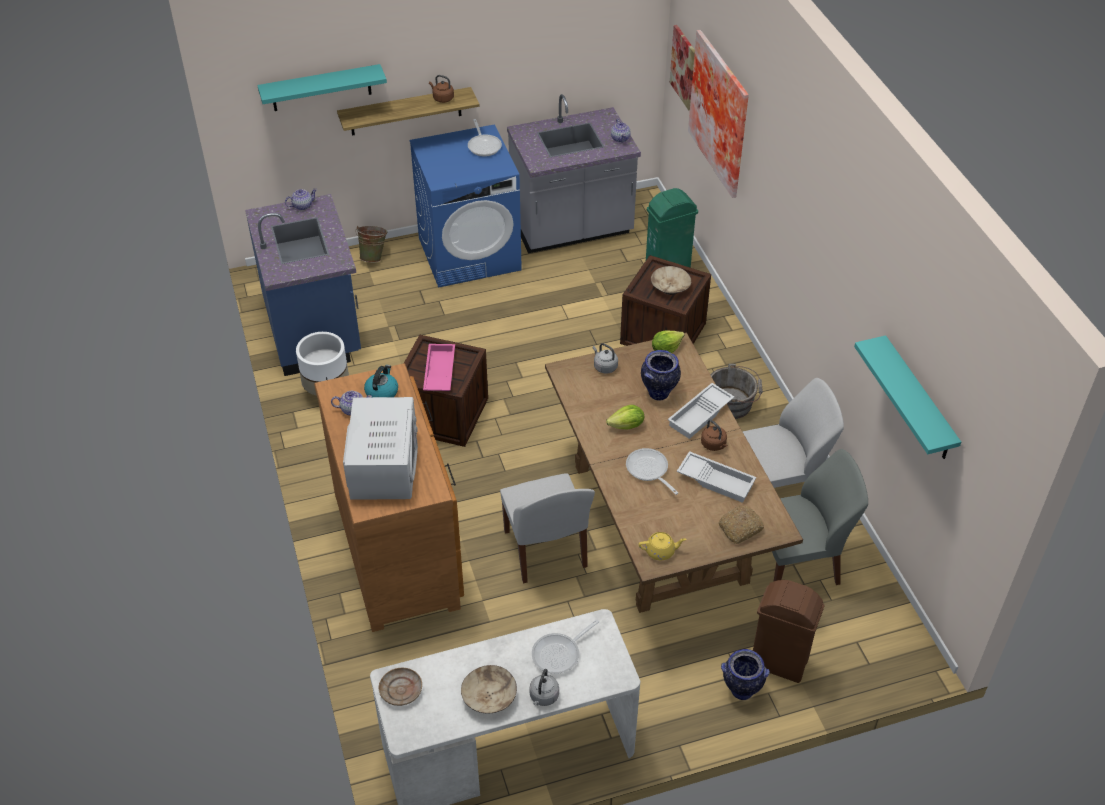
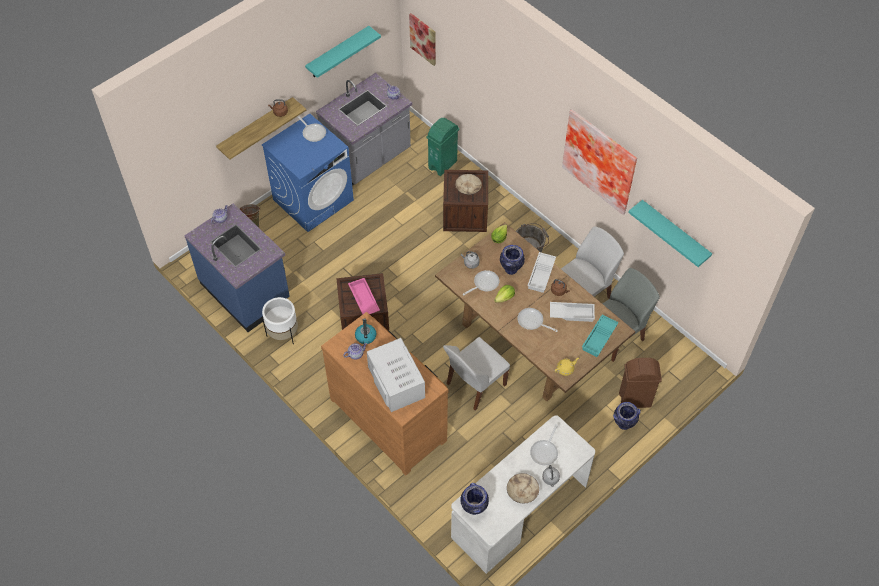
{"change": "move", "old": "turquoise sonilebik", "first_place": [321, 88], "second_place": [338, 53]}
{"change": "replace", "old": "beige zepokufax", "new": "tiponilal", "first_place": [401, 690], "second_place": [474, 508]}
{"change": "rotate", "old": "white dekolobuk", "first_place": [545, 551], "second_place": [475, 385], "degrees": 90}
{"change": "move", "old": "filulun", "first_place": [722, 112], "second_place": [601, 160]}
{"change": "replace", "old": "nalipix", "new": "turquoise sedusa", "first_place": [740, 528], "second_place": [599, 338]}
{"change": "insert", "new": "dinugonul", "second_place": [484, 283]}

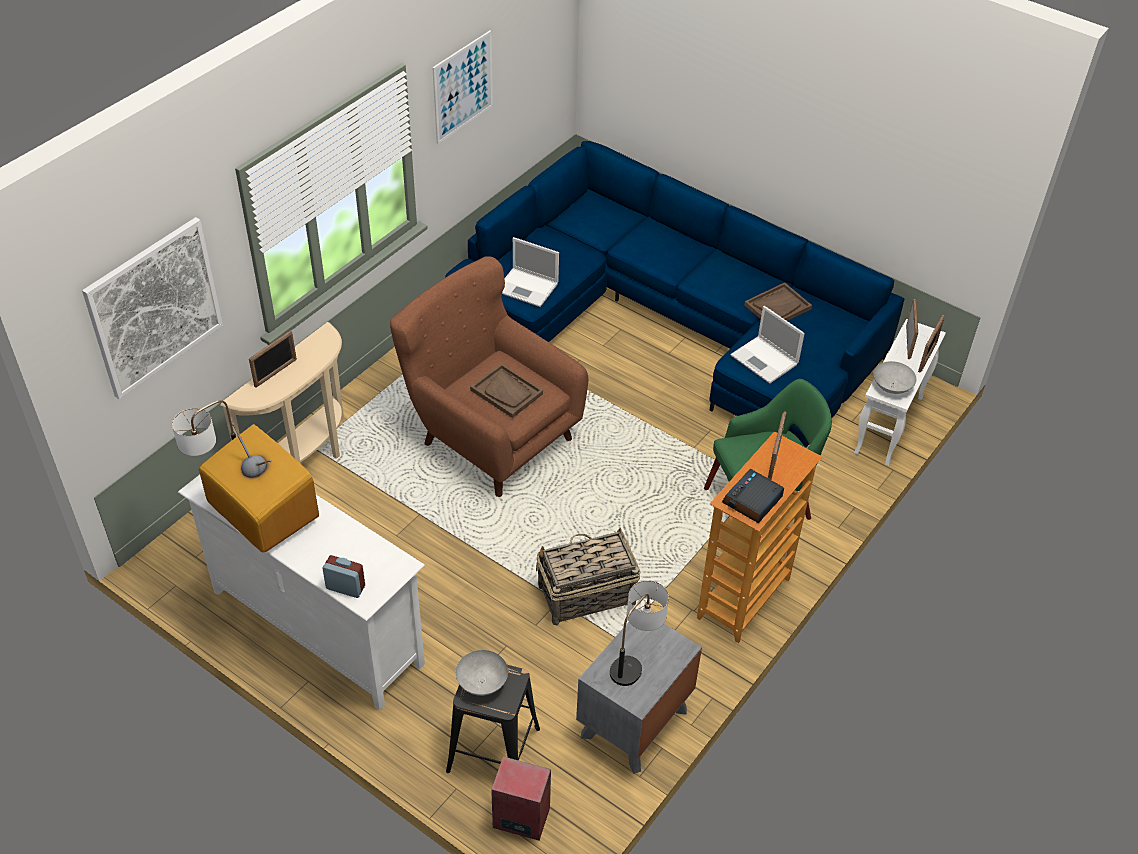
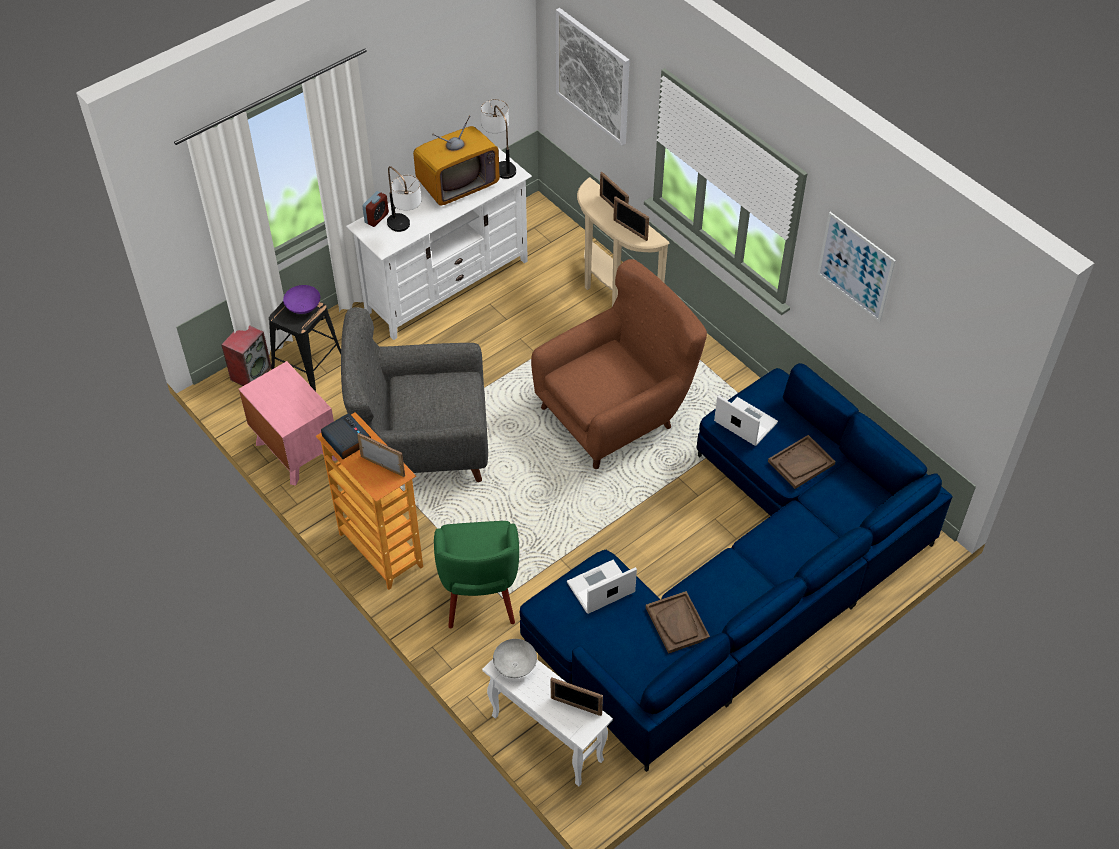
{"change": "recolor", "old": "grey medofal", "new": "purple medofal", "first_place": [483, 682], "second_place": [303, 308]}
{"change": "move", "old": "brown sedusa", "first_place": [507, 392], "second_place": [801, 463]}
{"change": "rotate", "old": "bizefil", "first_place": [528, 287], "second_place": [744, 422], "degrees": 90}
{"change": "replace", "old": "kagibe", "new": "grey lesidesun", "first_place": [585, 595], "second_place": [421, 445]}
{"change": "recolor", "old": "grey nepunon", "new": "pink nepunon", "first_place": [634, 723], "second_place": [295, 450]}
{"change": "move", "old": "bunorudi", "first_place": [635, 660], "second_place": [405, 230]}
{"change": "move", "old": "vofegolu", "first_place": [927, 357], "second_place": [630, 230]}

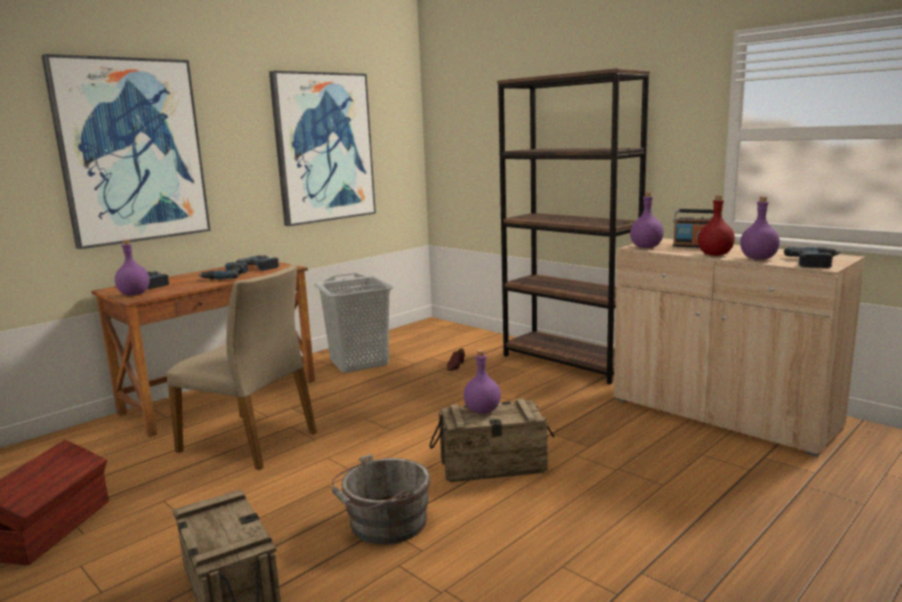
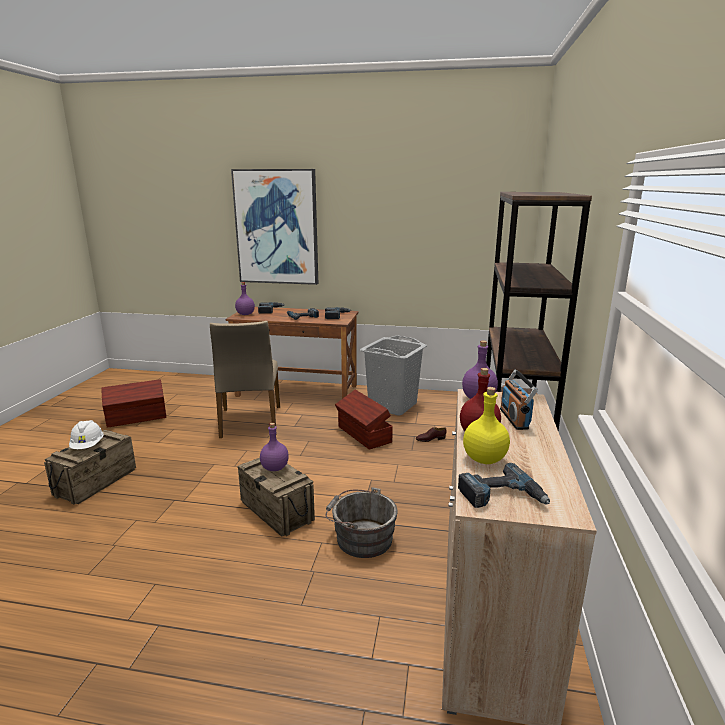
{"change": "delete", "old": "filulun", "first_place": [323, 147]}
{"change": "move", "old": "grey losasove", "first_place": [384, 524], "second_place": [361, 538]}
{"change": "recolor", "old": "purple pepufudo", "new": "yellow pepufudo", "first_place": [759, 258], "second_place": [485, 459]}
{"change": "insert", "new": "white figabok", "second_place": [88, 446]}
{"change": "insert", "new": "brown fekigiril", "second_place": [363, 434]}

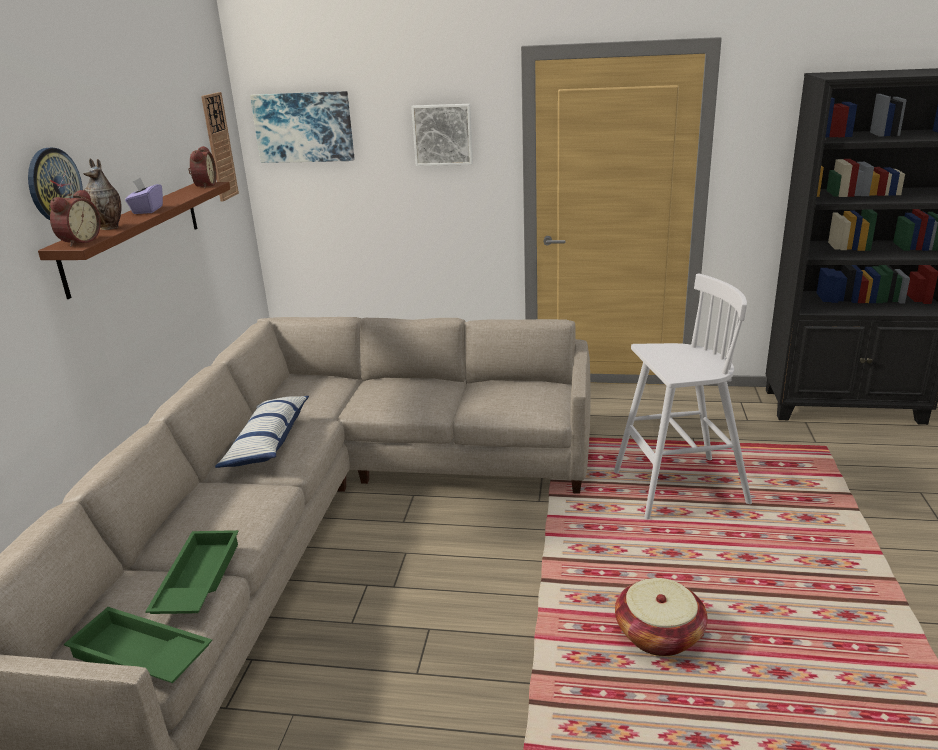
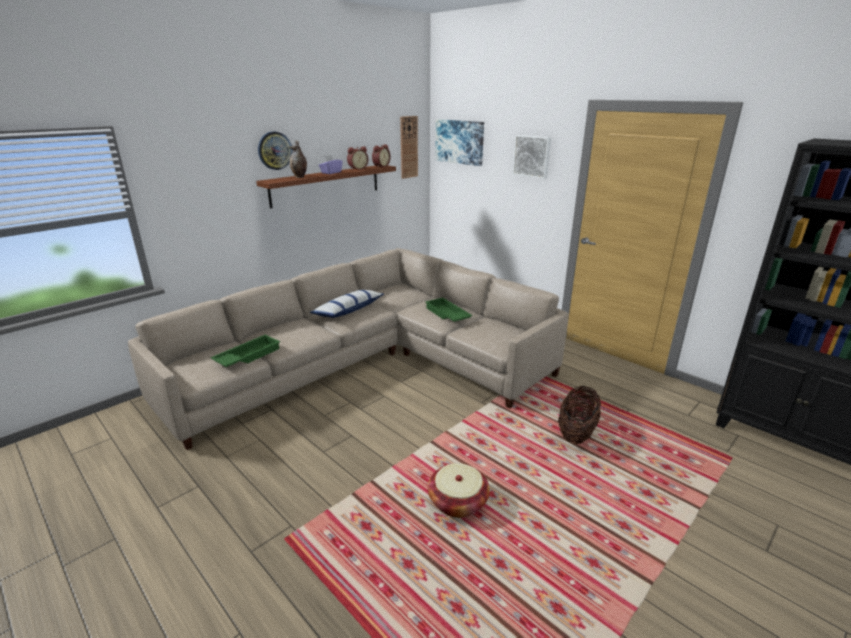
{"change": "move", "old": "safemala", "first_place": [79, 242], "second_place": [357, 169]}
{"change": "move", "old": "green sedusa", "first_place": [139, 657], "second_place": [446, 314]}
{"change": "replace", "old": "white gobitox", "new": "kagibe", "first_place": [677, 488], "second_place": [576, 433]}

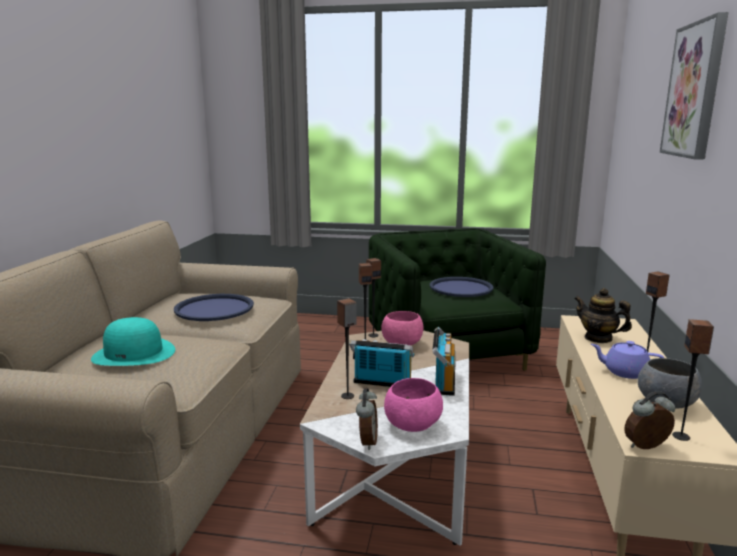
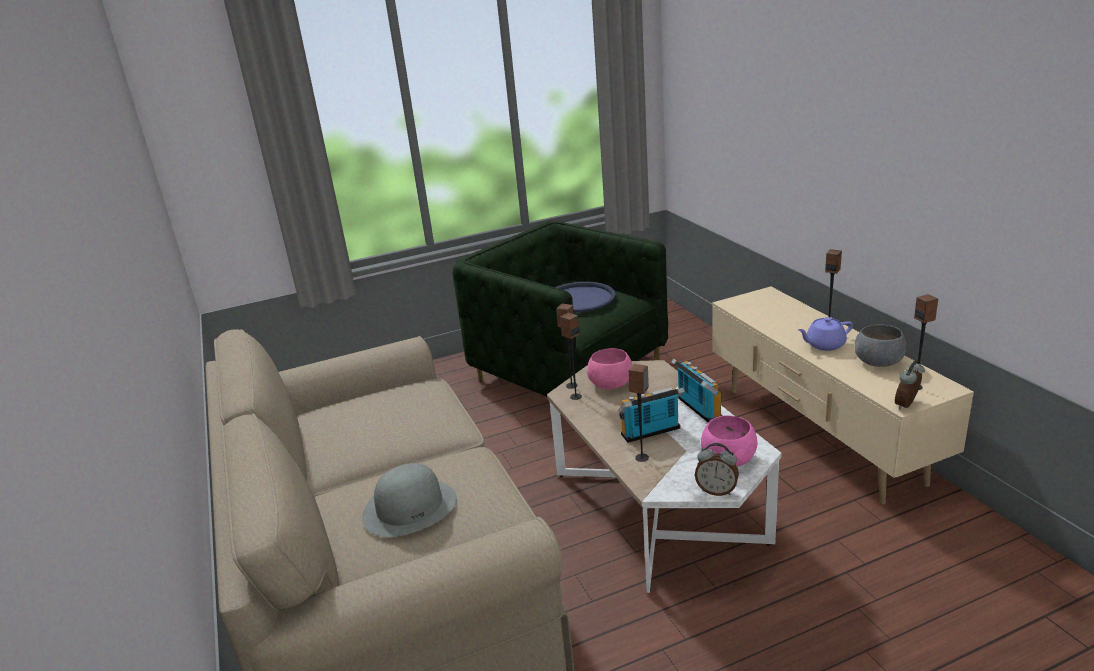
{"change": "recolor", "old": "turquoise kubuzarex", "new": "grey kubuzarex", "first_place": [134, 353], "second_place": [410, 507]}
{"change": "delete", "old": "blue sedusa", "first_place": [214, 308]}
{"change": "rotate", "old": "safemala", "first_place": [367, 442], "second_place": [716, 490], "degrees": 135}
{"change": "delete", "old": "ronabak", "first_place": [598, 338]}
{"change": "delete", "old": "filulun", "first_place": [694, 90]}

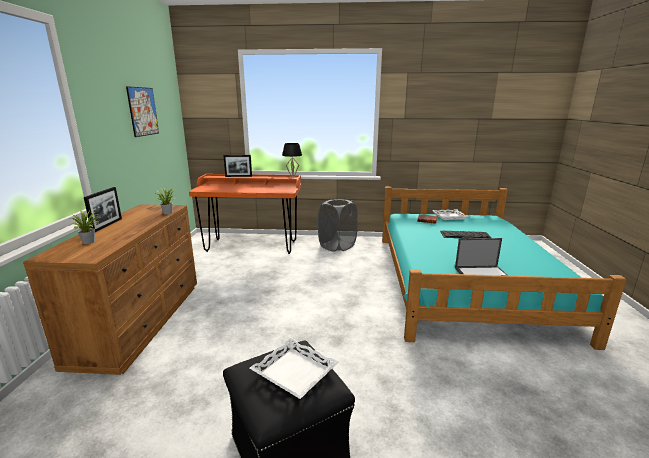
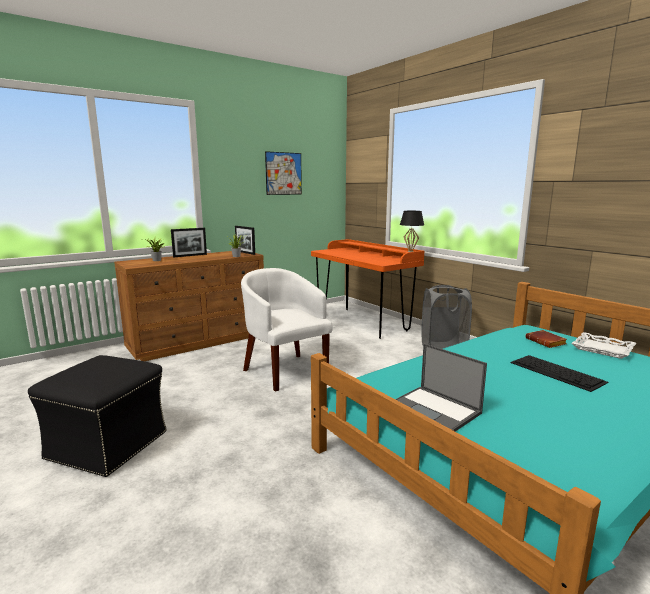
{"change": "move", "old": "vofegolu", "first_place": [238, 176], "second_place": [245, 252]}
{"change": "delete", "old": "white sedusa", "first_place": [294, 372]}
{"change": "insert", "new": "white lesidesun", "second_place": [284, 371]}

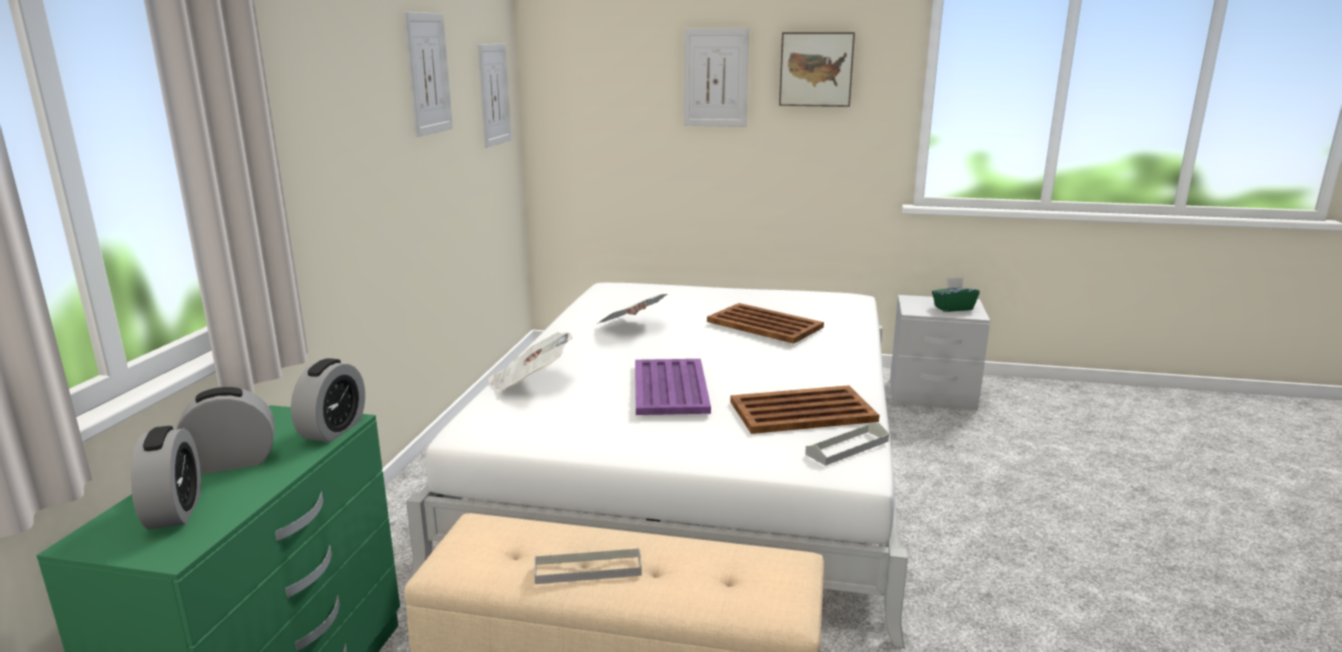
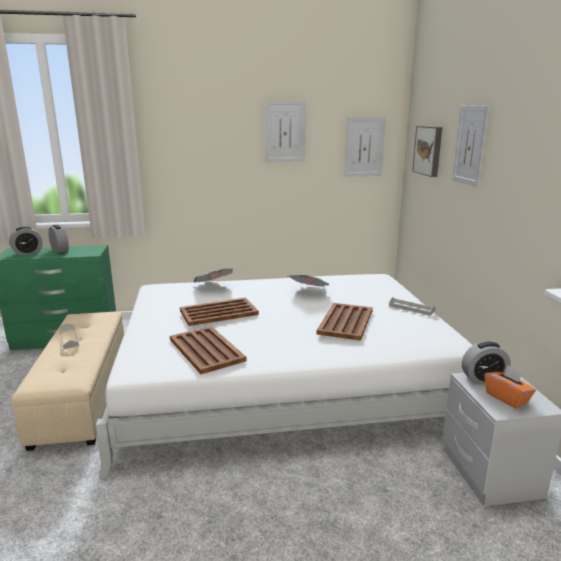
{"change": "move", "old": "safemala", "first_place": [333, 430], "second_place": [483, 378]}
{"change": "recolor", "old": "purple sedusa", "new": "brown sedusa", "first_place": [670, 388], "second_place": [218, 312]}
{"change": "move", "old": "filulun", "first_place": [816, 69], "second_place": [429, 150]}
{"change": "move", "old": "grey sedusa", "first_place": [847, 448], "second_place": [411, 308]}
{"change": "recolor", "old": "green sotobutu", "new": "orange sotobutu", "first_place": [953, 308], "second_place": [507, 398]}

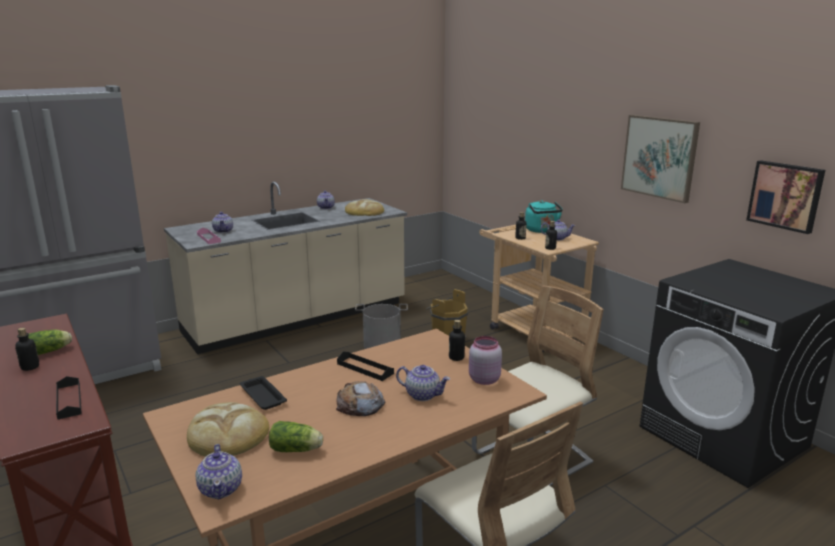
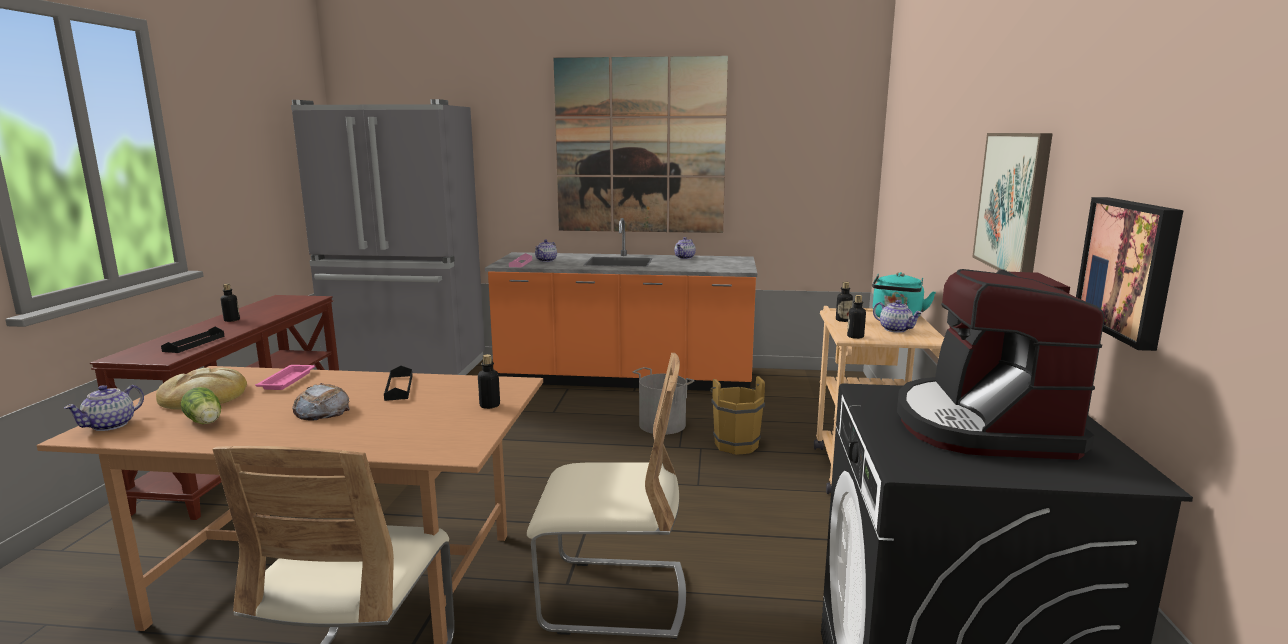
{"change": "delete", "old": "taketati", "first_place": [50, 351]}
{"change": "recolor", "old": "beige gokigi", "new": "orange gokigi", "first_place": [297, 318], "second_place": [625, 378]}
{"change": "recolor", "old": "black sedusa", "new": "pink sedusa", "first_place": [262, 396], "second_place": [288, 380]}
{"change": "delete", "old": "nalipix", "first_place": [364, 212]}
{"change": "delete", "old": "ronabak", "first_place": [423, 395]}
{"change": "delete", "old": "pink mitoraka", "first_place": [483, 379]}
{"change": "insert", "new": "filulun", "second_place": [640, 146]}
{"change": "insert", "new": "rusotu", "second_place": [982, 425]}

